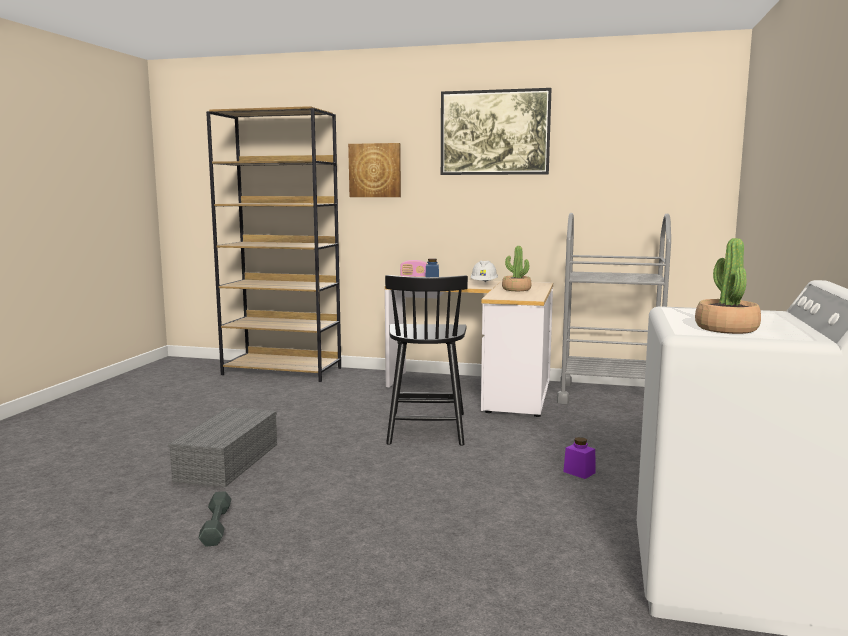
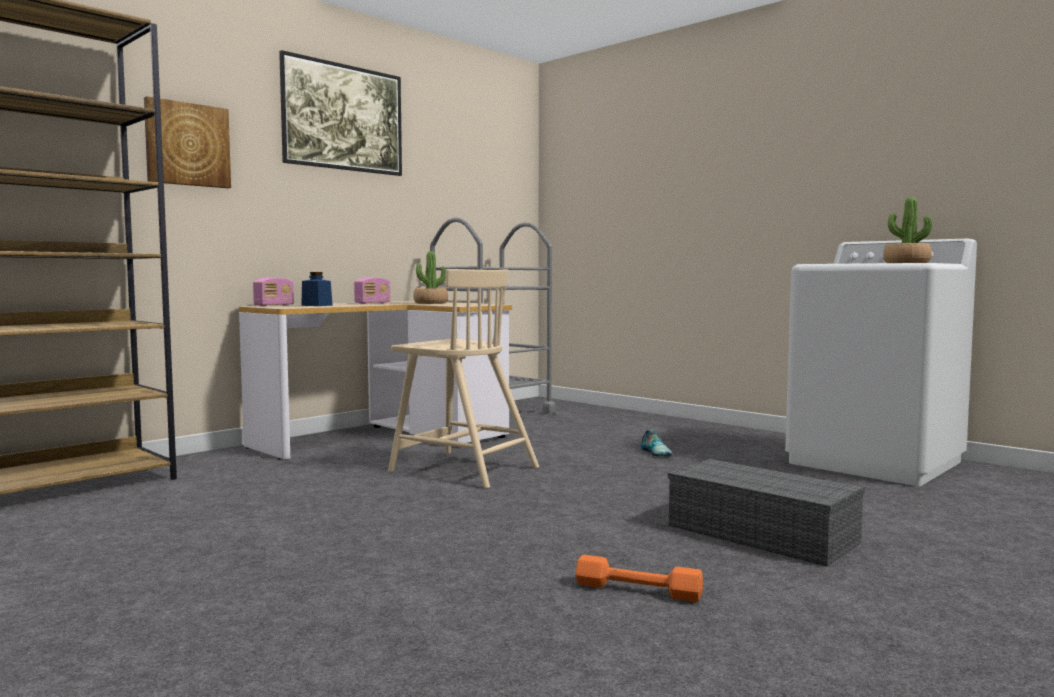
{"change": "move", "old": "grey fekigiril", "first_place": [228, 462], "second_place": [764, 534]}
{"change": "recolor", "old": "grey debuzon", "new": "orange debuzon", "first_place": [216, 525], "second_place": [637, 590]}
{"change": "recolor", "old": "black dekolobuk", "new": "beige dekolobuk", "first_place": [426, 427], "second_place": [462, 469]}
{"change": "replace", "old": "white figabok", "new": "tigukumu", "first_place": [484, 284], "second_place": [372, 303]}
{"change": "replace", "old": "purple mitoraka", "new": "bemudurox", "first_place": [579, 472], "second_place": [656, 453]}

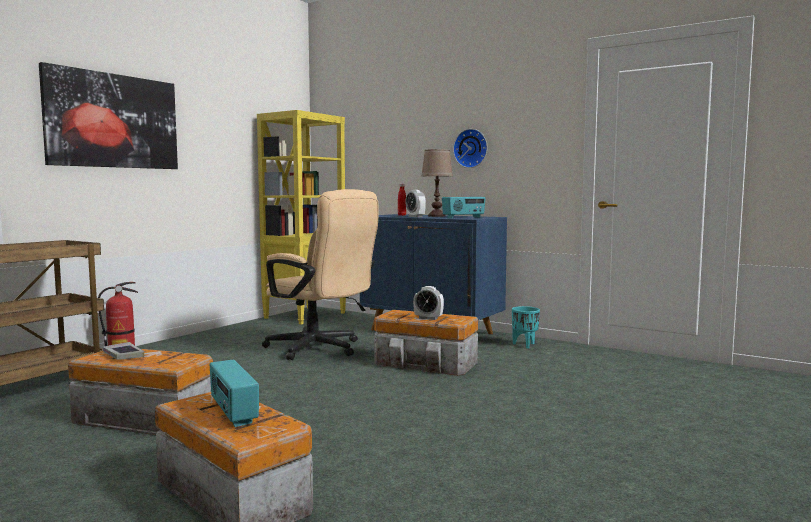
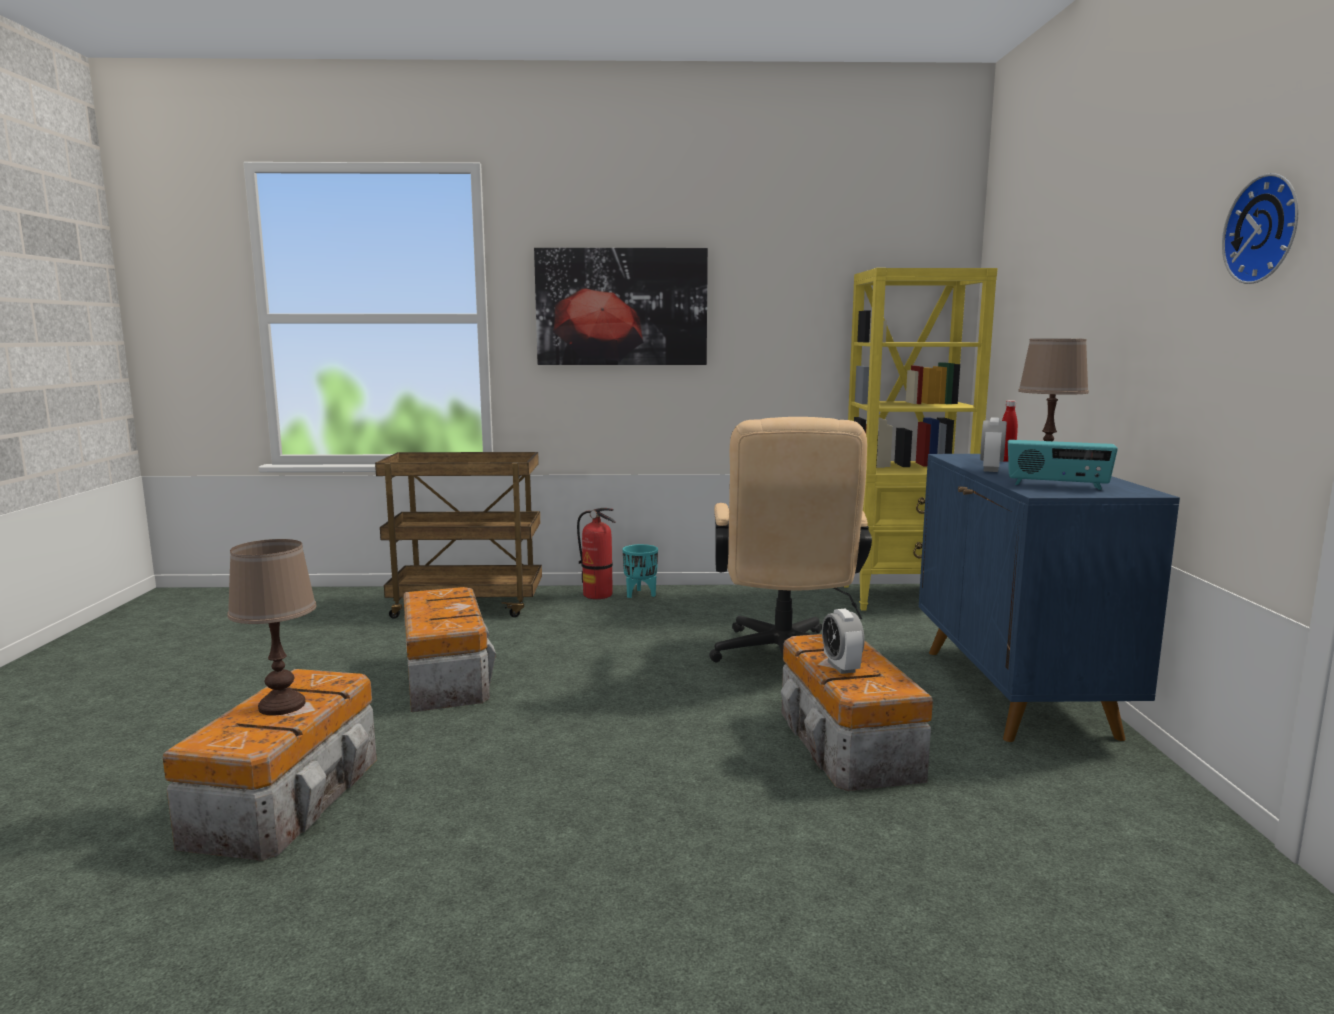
{"change": "delete", "old": "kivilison", "first_place": [123, 355]}
{"change": "replace", "old": "tigukumu", "new": "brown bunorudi", "first_place": [233, 413], "second_place": [282, 706]}
{"change": "move", "old": "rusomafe", "first_place": [471, 148], "second_place": [1267, 229]}
{"change": "move", "old": "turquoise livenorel", "first_place": [525, 345], "second_place": [641, 594]}

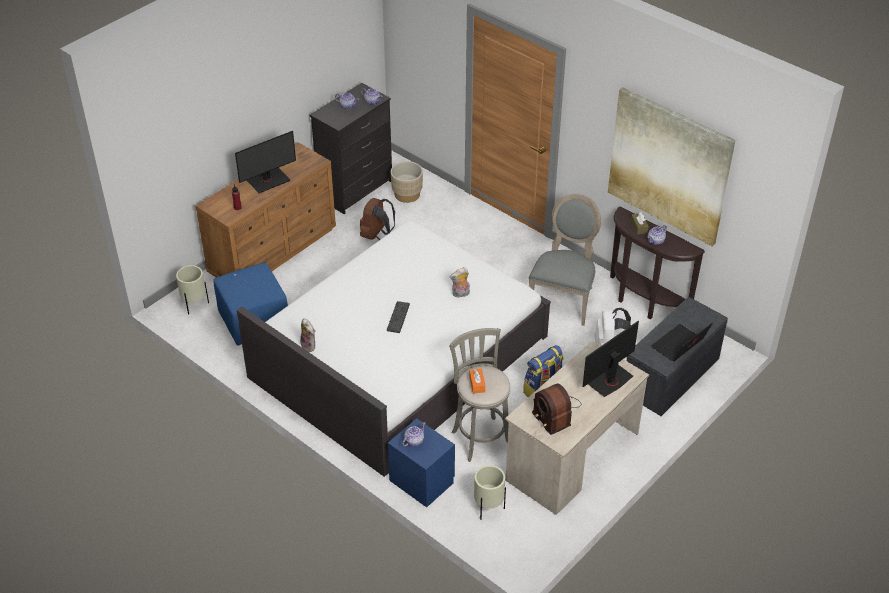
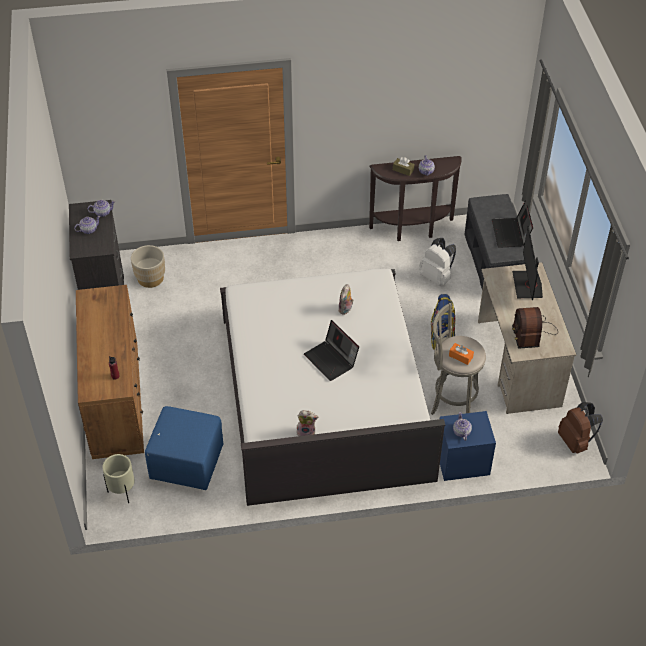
{"change": "delete", "old": "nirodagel", "first_place": [268, 180]}
{"change": "move", "old": "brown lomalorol", "first_place": [376, 235], "second_place": [576, 441]}
{"change": "replace", "old": "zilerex", "new": "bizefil", "first_place": [398, 317], "second_place": [332, 360]}
{"change": "delete", "old": "beige livenorel", "first_place": [488, 508]}
{"change": "delete", "old": "grey dekolobuk", "first_place": [563, 298]}
{"change": "rotate", "old": "tigukumu", "first_place": [555, 412], "second_place": [532, 332], "degrees": 75}
{"change": "delete", "old": "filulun", "first_place": [669, 166]}

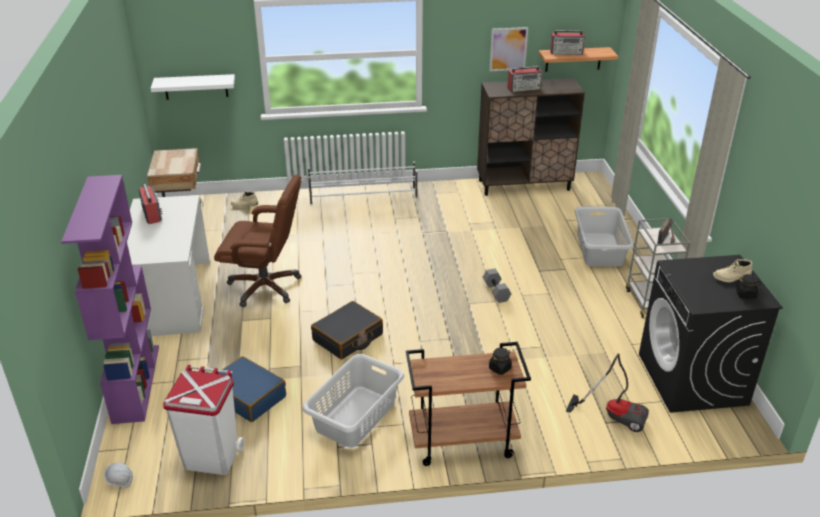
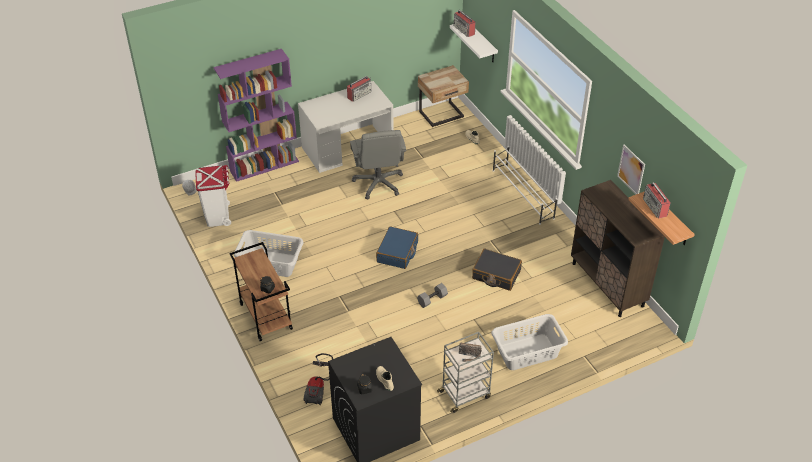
{"change": "recolor", "old": "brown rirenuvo", "new": "grey rirenuvo", "first_place": [265, 287], "second_place": [378, 183]}
{"change": "move", "old": "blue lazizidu", "first_place": [248, 396], "second_place": [397, 252]}
{"change": "move", "old": "black lazizidu", "first_place": [348, 338], "second_place": [496, 274]}
{"change": "move", "old": "tigukumu", "first_place": [524, 89], "second_place": [464, 30]}

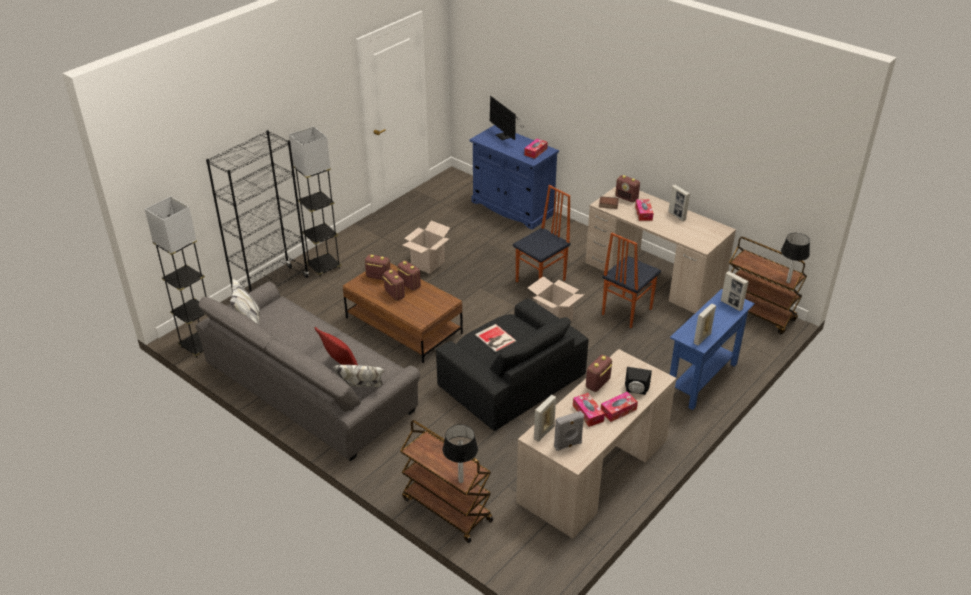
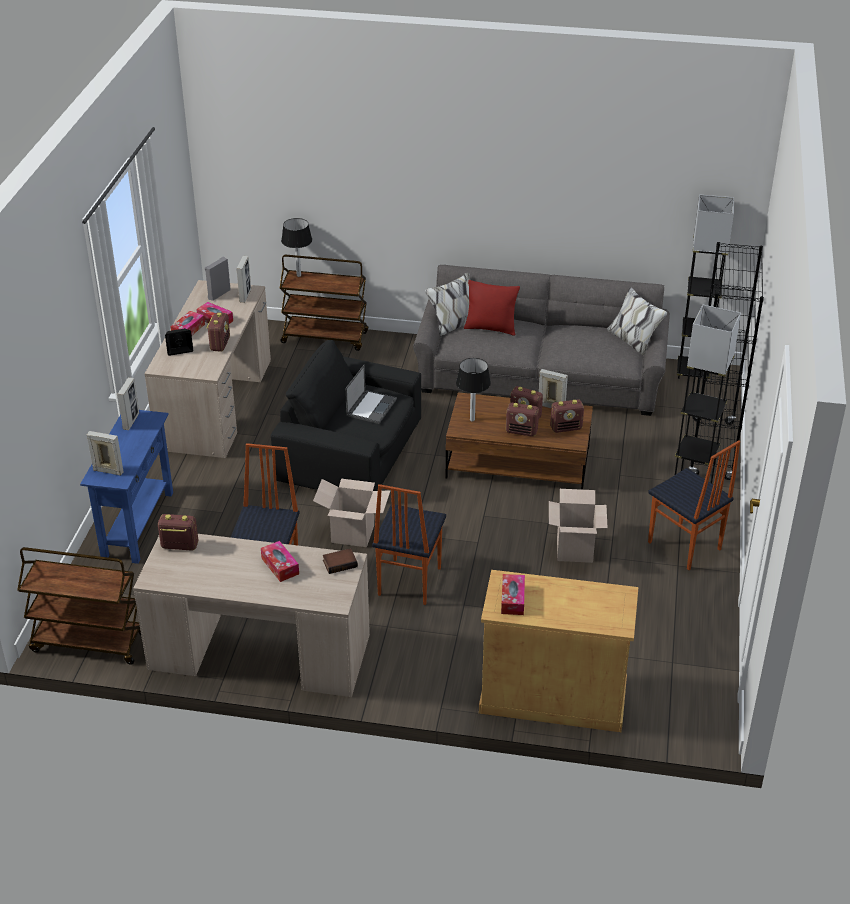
{"change": "recolor", "old": "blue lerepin", "new": "beige lerepin", "first_place": [512, 208], "second_place": [553, 697]}
{"change": "replace", "old": "kivilison", "new": "bizefil", "first_place": [495, 339], "second_place": [371, 407]}
{"change": "delete", "old": "nirodagel", "first_place": [504, 137]}
{"change": "move", "old": "tigukumu", "first_place": [627, 198], "second_place": [179, 546]}
{"change": "move", "old": "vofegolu", "first_place": [677, 216], "second_place": [551, 407]}
{"change": "move", "old": "bunorudi", "first_place": [788, 282], "second_place": [472, 419]}
{"change": "insert", "new": "dekolobuk", "second_place": [684, 546]}

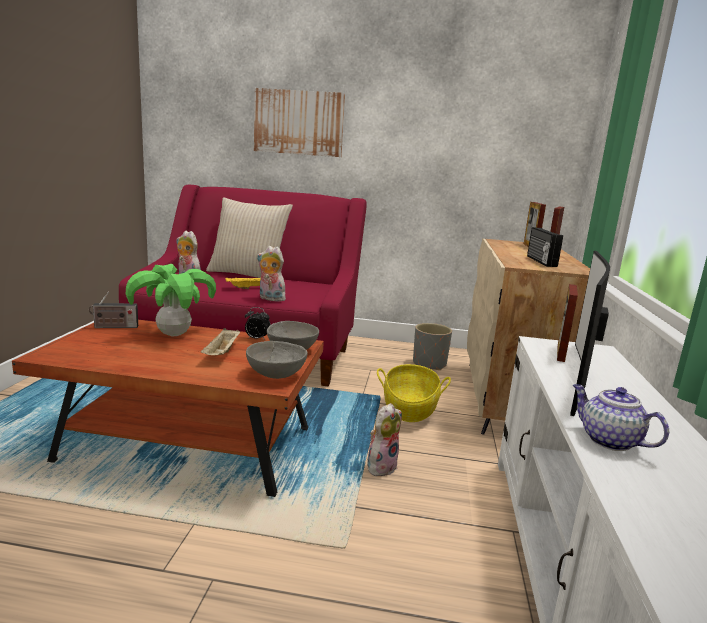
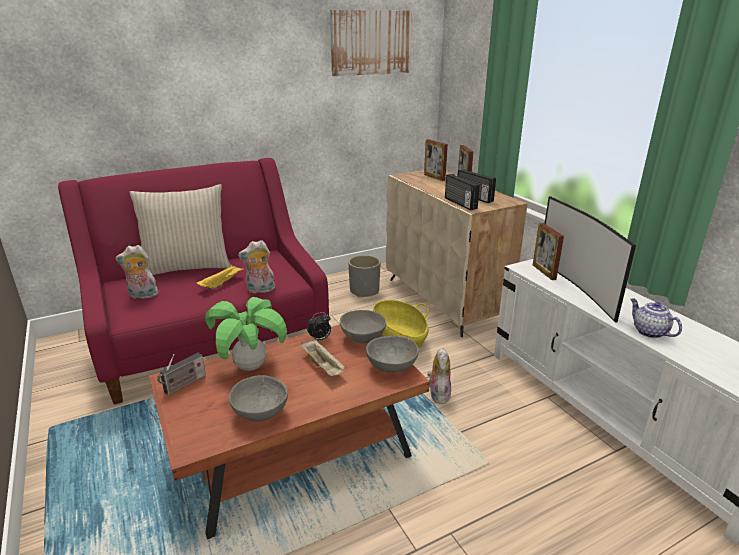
{"change": "move", "old": "filulun", "first_place": [299, 123], "second_place": [371, 42]}
{"change": "rotate", "old": "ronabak", "first_place": [608, 440], "second_place": [648, 331], "degrees": 45}
{"change": "insert", "new": "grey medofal", "second_place": [260, 412]}
{"change": "insert", "new": "tigukumu", "second_place": [459, 203]}

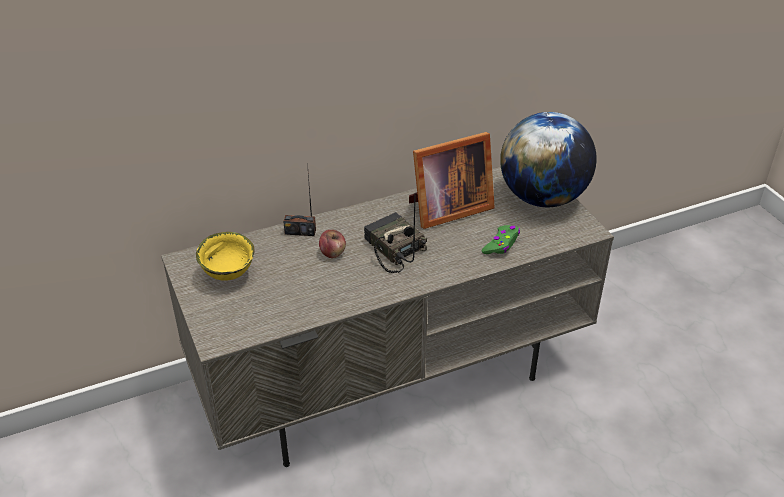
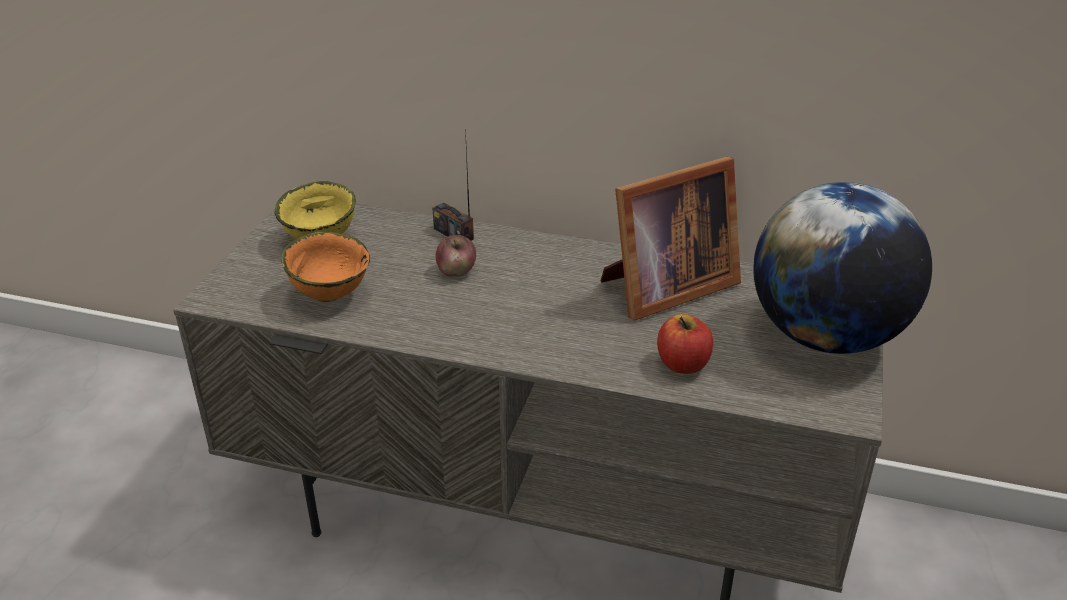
{"change": "delete", "old": "tigukumu", "first_place": [393, 248]}
{"change": "rotate", "old": "vofegolu", "first_place": [446, 209], "second_place": [664, 289], "degrees": -45}
{"change": "replace", "old": "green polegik", "new": "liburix", "first_place": [501, 244], "second_place": [683, 364]}
{"change": "insert", "new": "orange medofal", "second_place": [330, 294]}

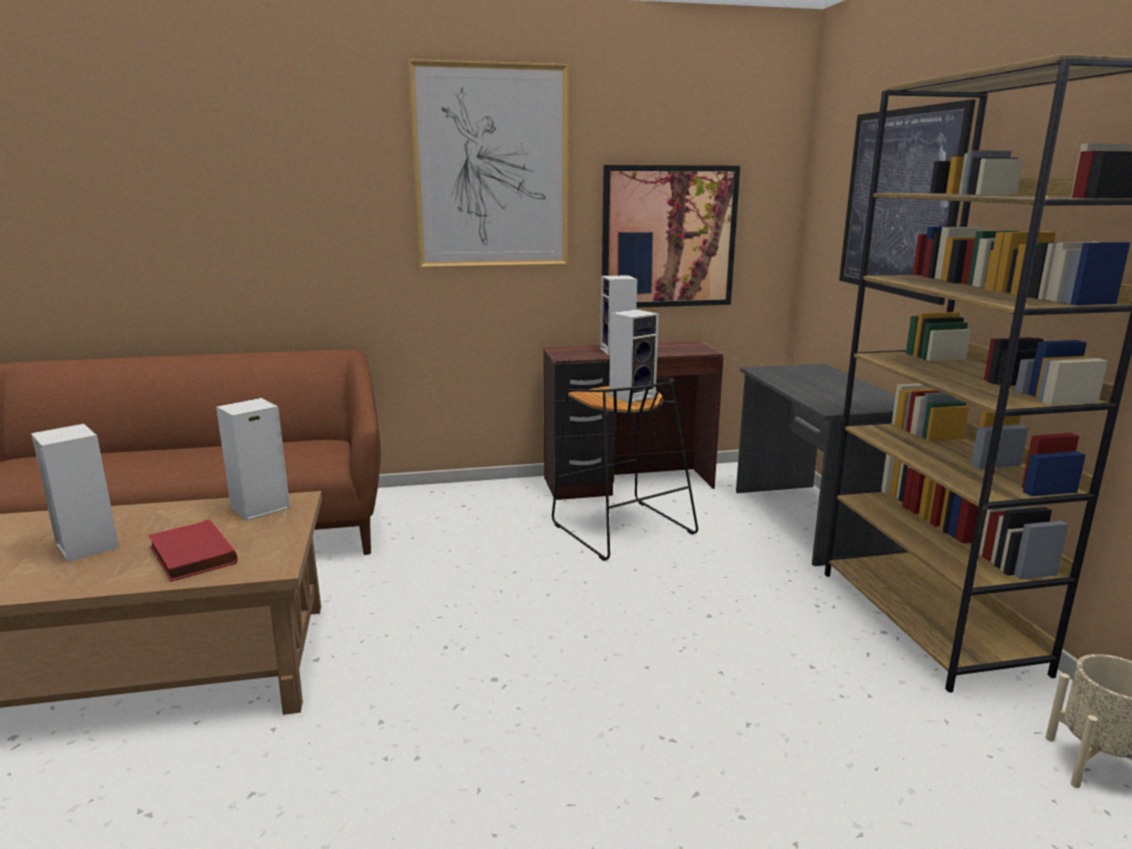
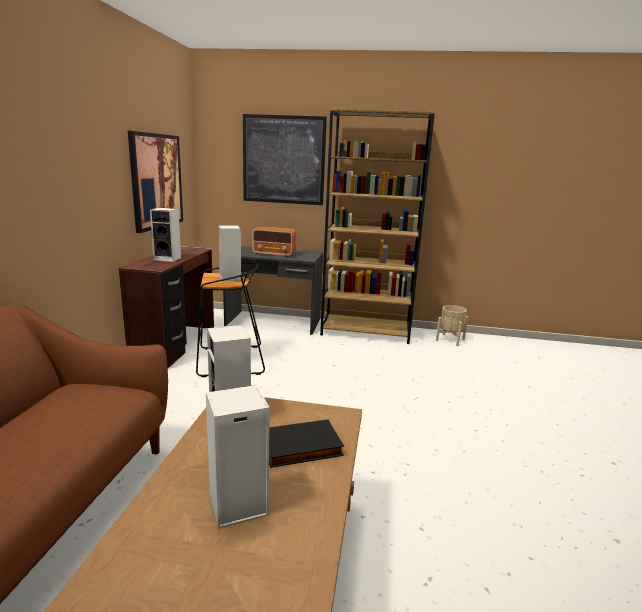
{"change": "recolor", "old": "red kivilison", "new": "black kivilison", "first_place": [190, 556], "second_place": [301, 448]}
{"change": "delete", "old": "filulun", "first_place": [492, 168]}
{"change": "insert", "new": "tigukumu", "second_place": [274, 254]}

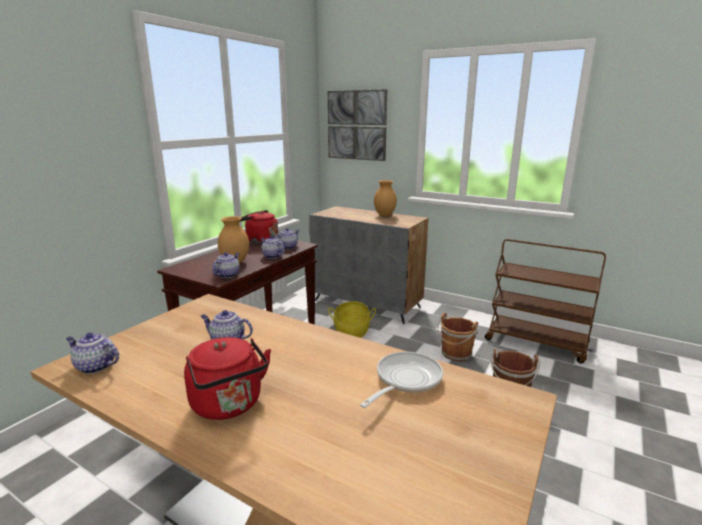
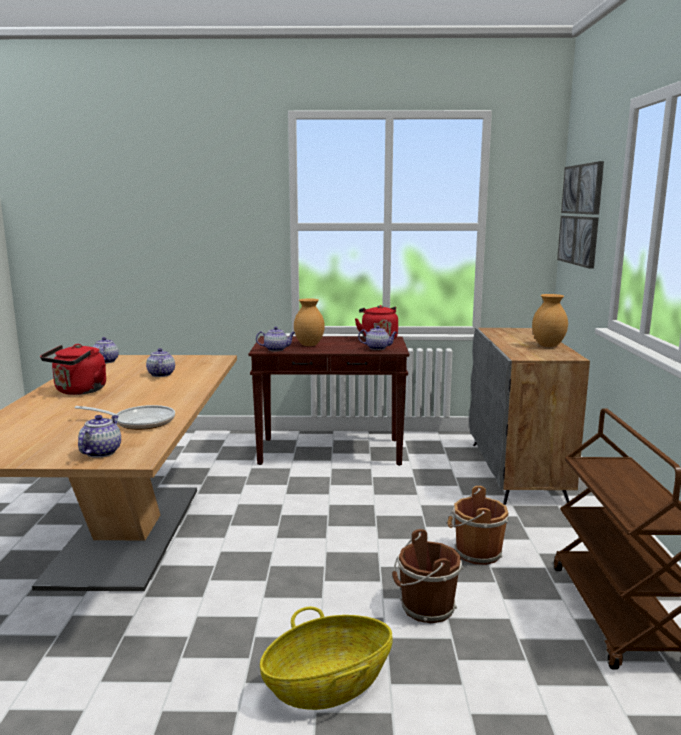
{"change": "move", "old": "ronabak", "first_place": [272, 256], "second_place": [101, 452]}
{"change": "move", "old": "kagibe", "first_place": [352, 331], "second_place": [328, 684]}

